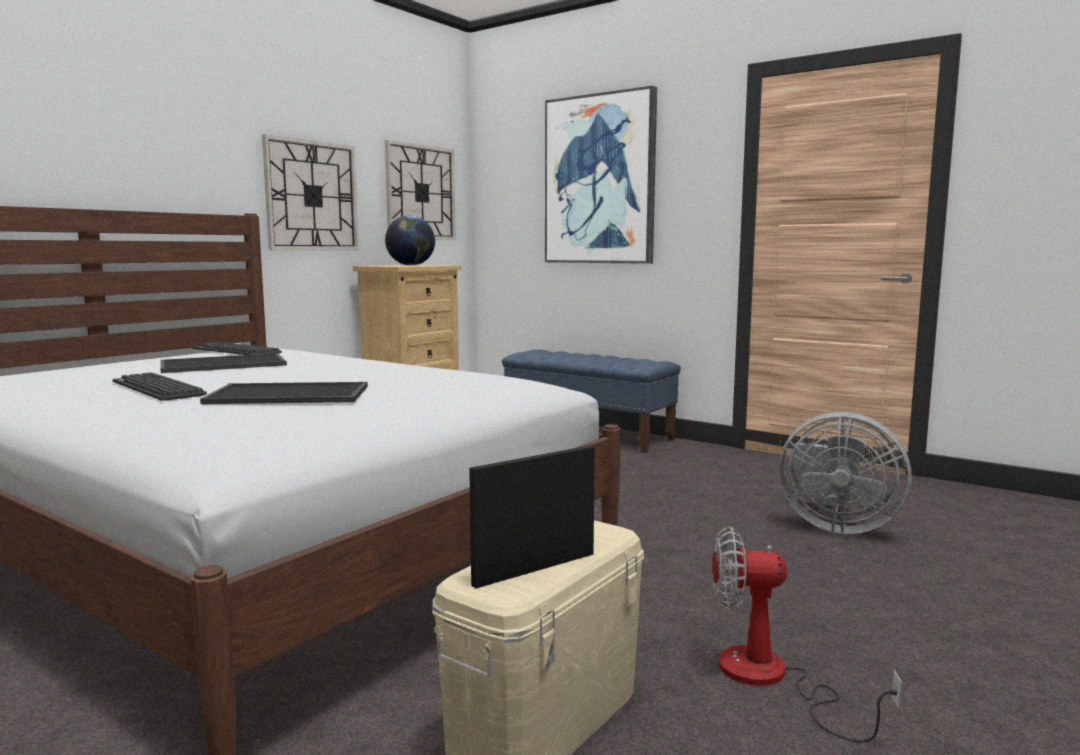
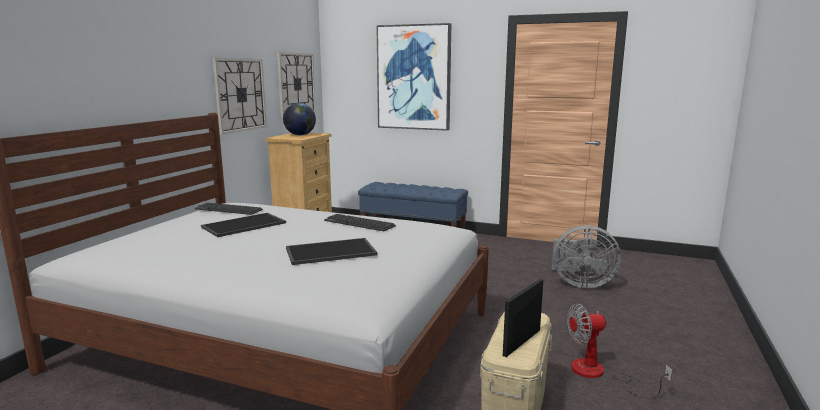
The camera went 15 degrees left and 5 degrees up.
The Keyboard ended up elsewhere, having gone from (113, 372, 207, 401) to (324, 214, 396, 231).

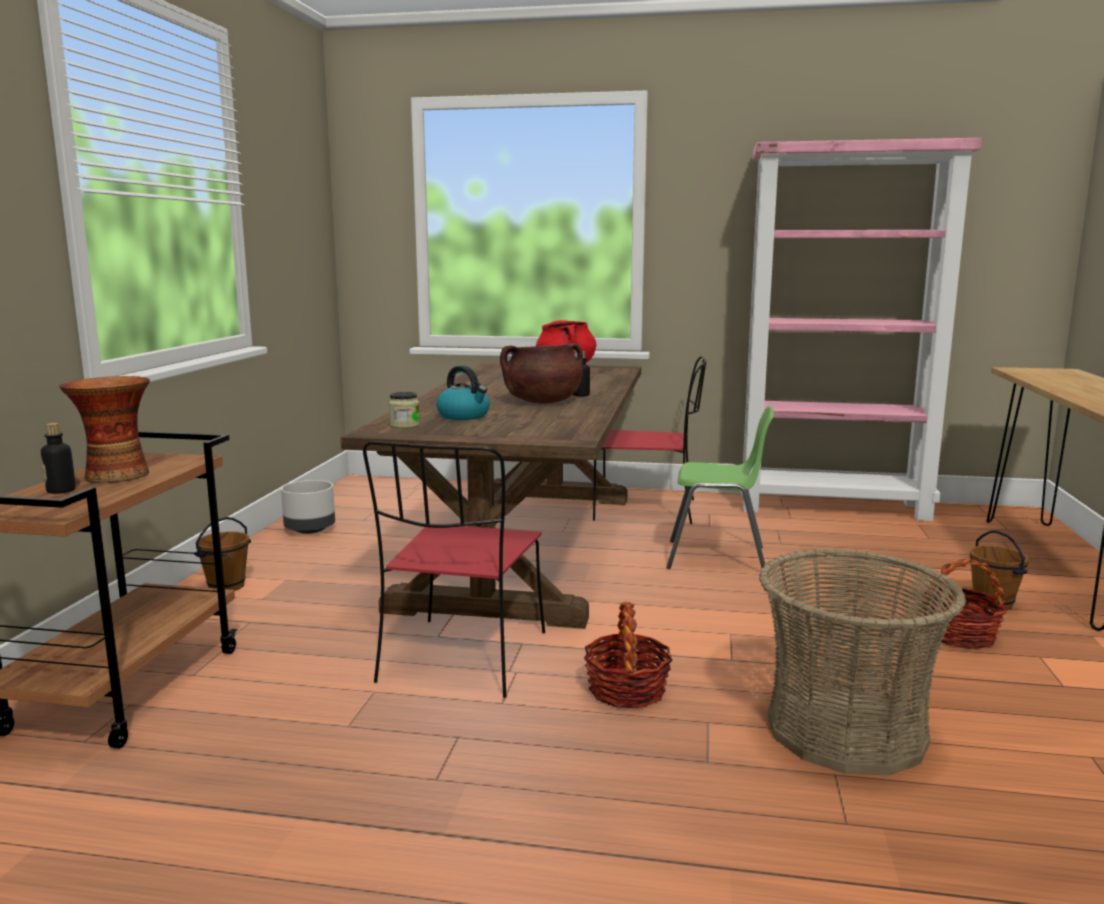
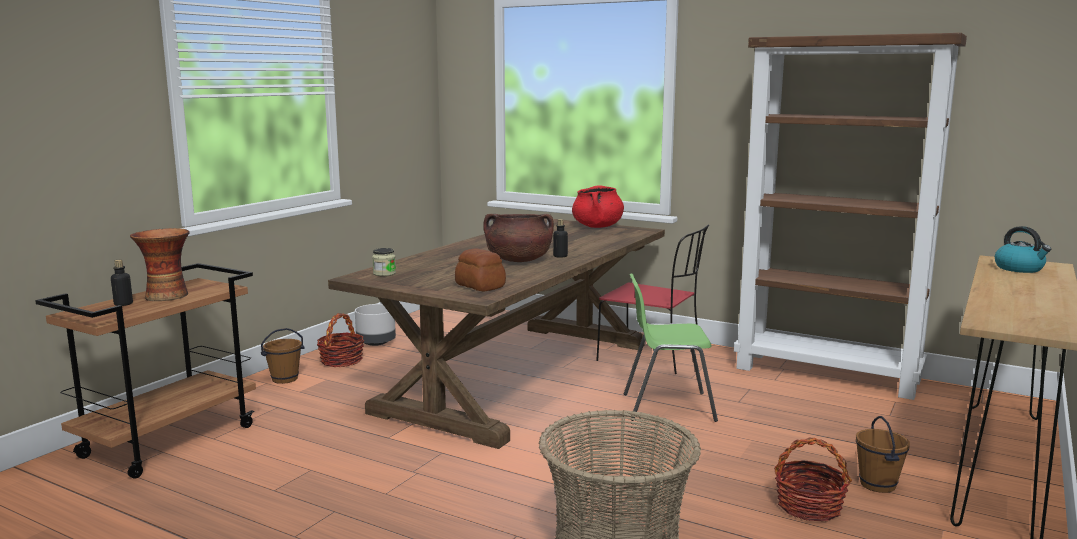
The camera went 20 degrees right and 0 degrees up.
What was the PinkColouredBookshelf at (741, 138, 982, 521) turned into the BrownishBookshelf at (734, 33, 967, 400).
The Kettle ended up elsewhere, having gone from (436, 365, 490, 420) to (995, 226, 1051, 273).
The GreenishPlainChair at (666, 406, 774, 569) ended up facing another way, 150 degrees clockwise from before.
The second view lost the RedColouredPlainChair at (363, 441, 545, 698).
The Basket ended up elsewhere, having gone from (584, 602, 672, 708) to (317, 313, 364, 367).
The second view gained the BakeryBread at (455, 248, 506, 292).

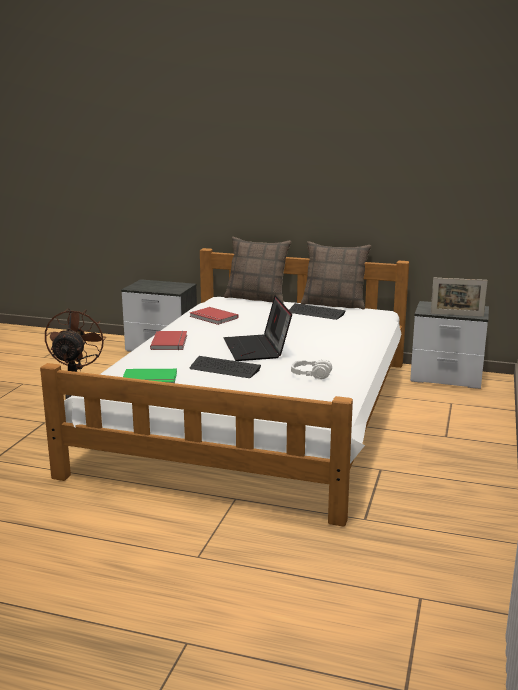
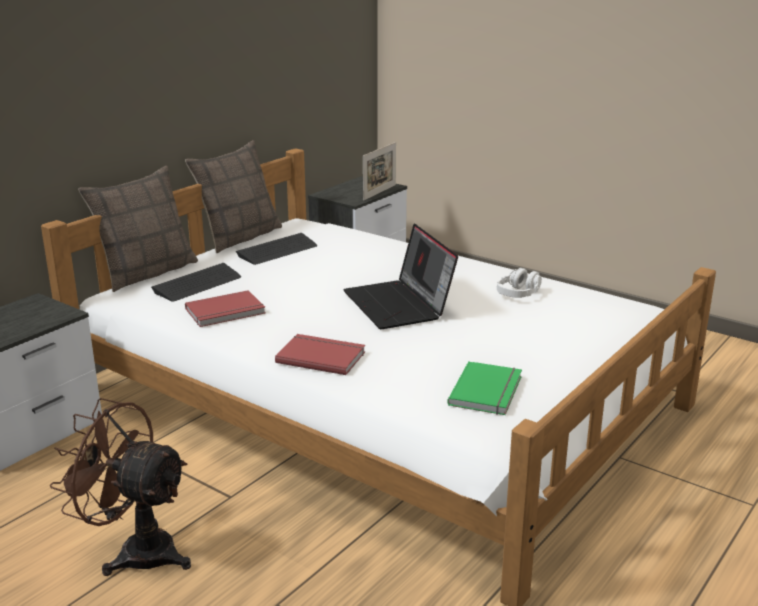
The camera went 70 degrees left and 5 degrees up.
The PortableComputer at (223, 295, 292, 361) ended up facing another way, 60 degrees clockwise from before.
The Keyboard ended up elsewhere, having gone from (190, 356, 261, 378) to (151, 263, 241, 302).

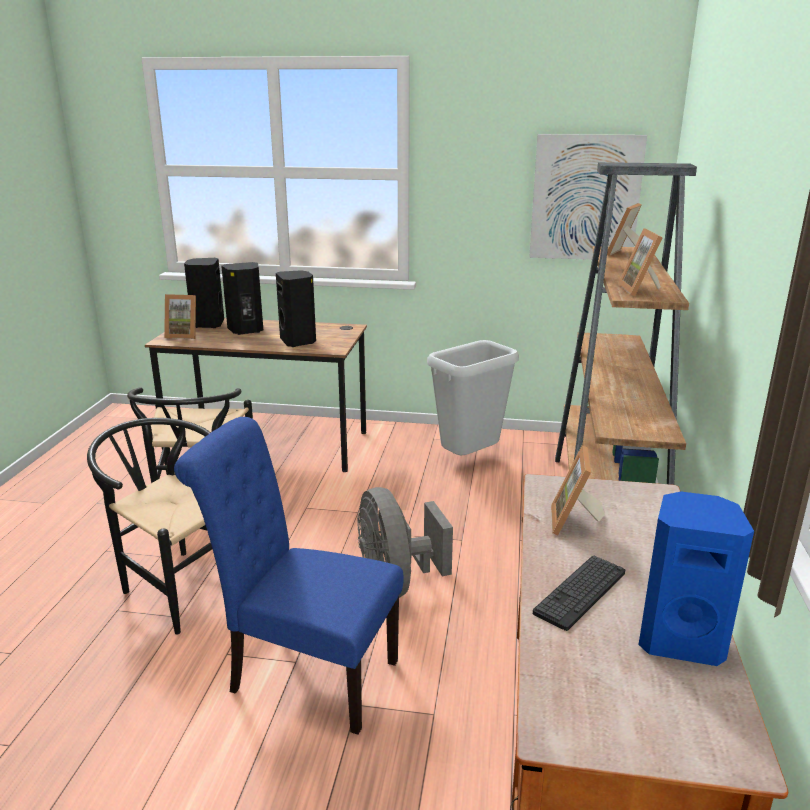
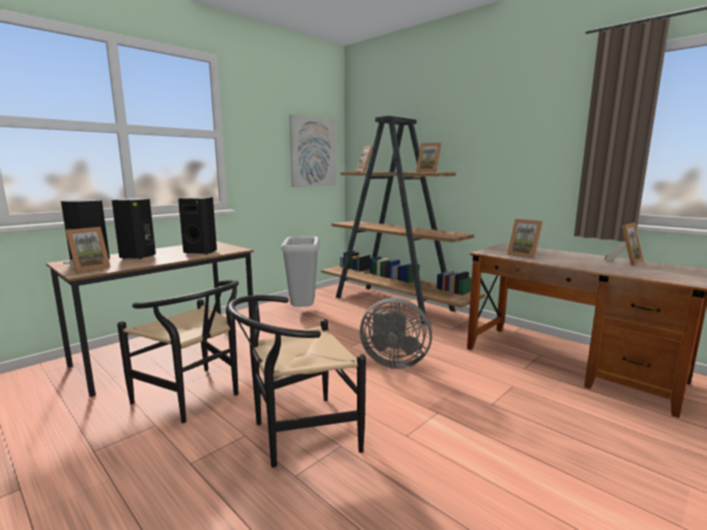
The camera went 55 degrees left and 10 degrees down.
The second view lost the BluishPlainChair at (174, 417, 404, 735).
Where the BluishLoudspeaker stood at (639, 492, 754, 666), the StandingFrame came to stand at (604, 223, 644, 266).
The second view lost the Keyboard at (533, 556, 625, 631).

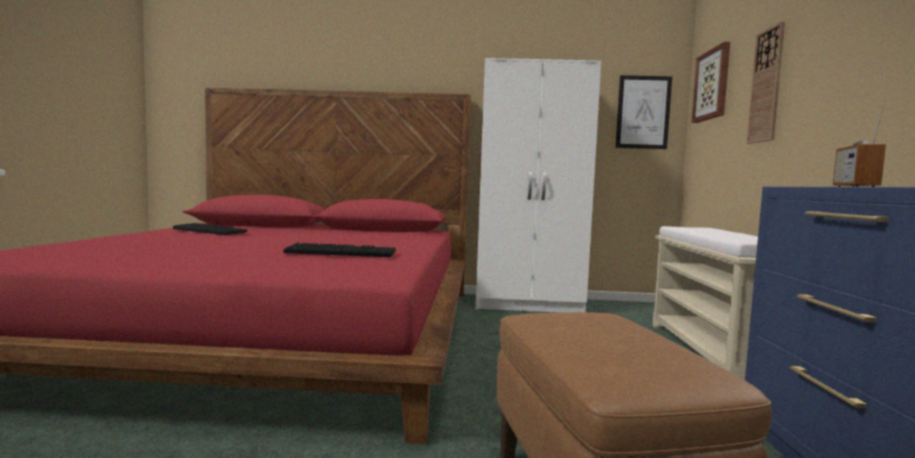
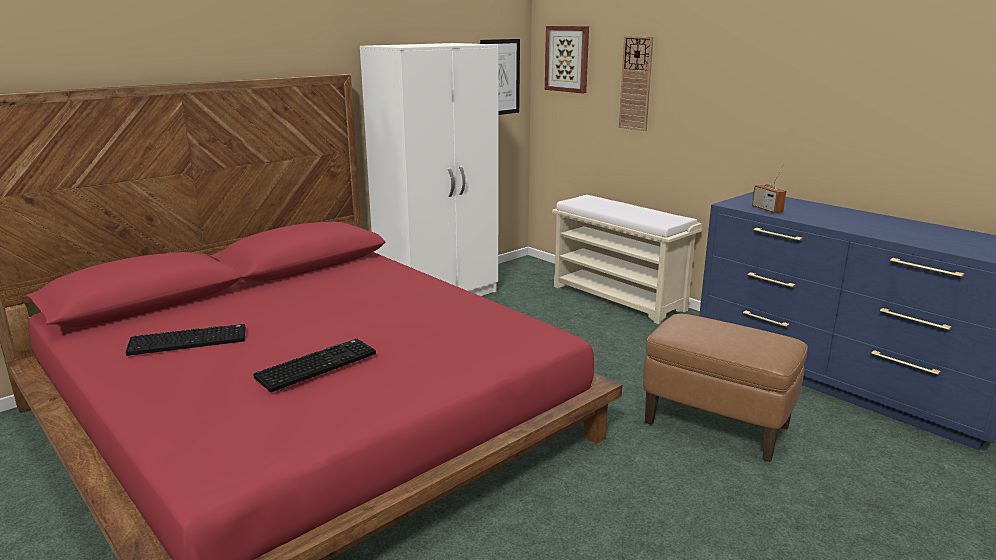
The camera went 45 degrees left and 15 degrees up.
The Keyboard ended up elsewhere, having gone from (283, 243, 396, 257) to (253, 339, 376, 392).

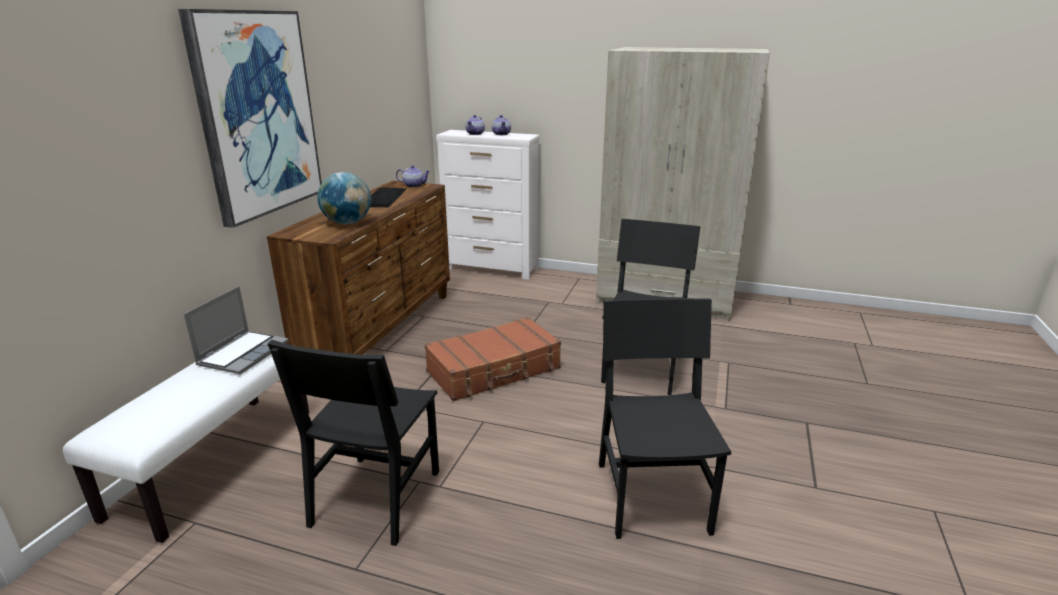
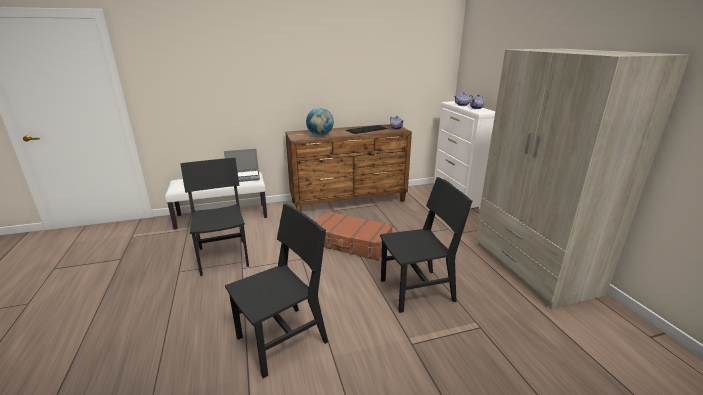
The camera went 55 degrees right and 0 degrees up.
The second view lost the Picture at (178, 9, 322, 228).
The BlackPlainChair at (267, 340, 439, 546) ended up facing another way, 90 degrees clockwise from before.

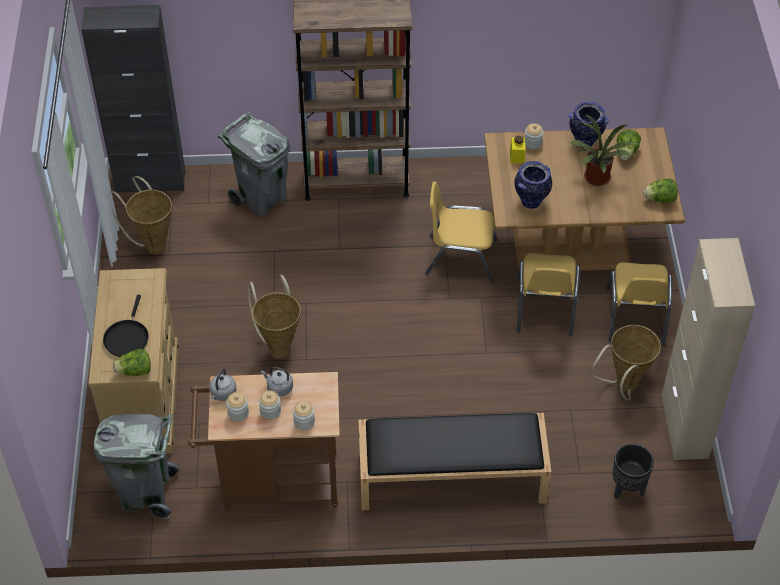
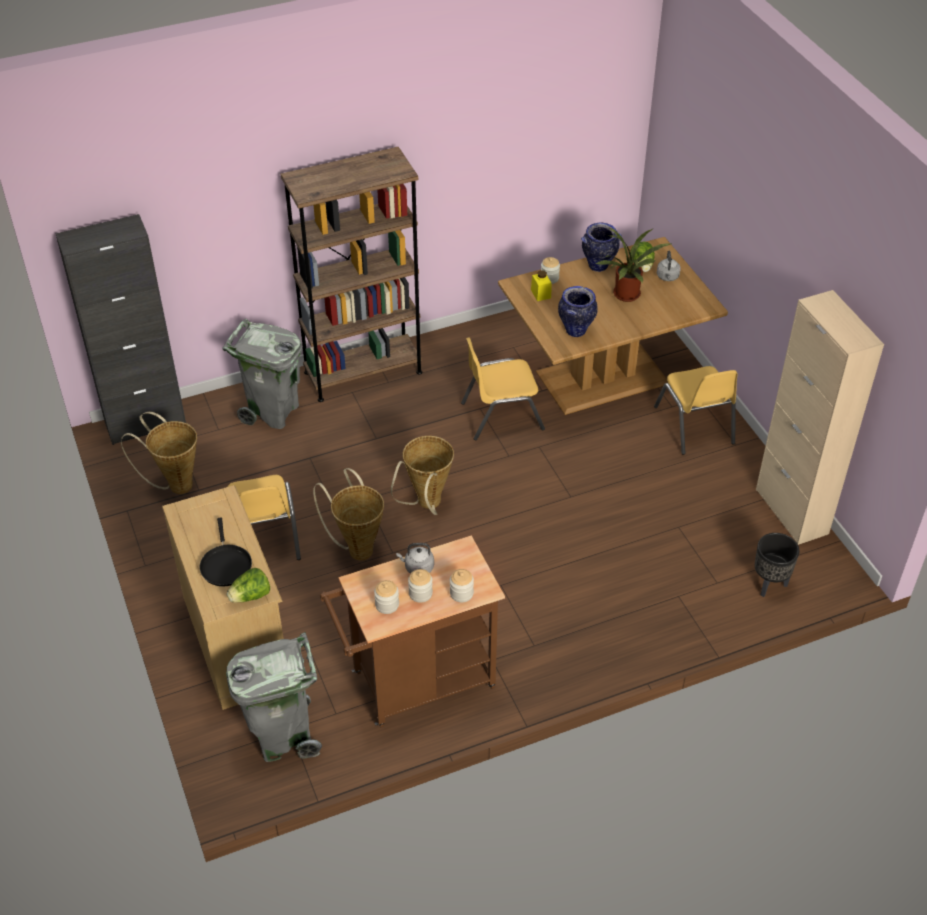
The camera went 20 degrees left and 5 degrees down.
The second view lost the Lettuce at (643, 179, 678, 203).
The YellowColouredPlainChair ended up elsewhere, having gone from (517, 253, 580, 336) to (228, 475, 301, 560).
The Basket ended up elsewhere, having gone from (591, 325, 661, 401) to (391, 436, 454, 515).
The GreyKettle ended up elsewhere, having gone from (210, 368, 236, 401) to (657, 251, 681, 281).
The second view lost the BlackIndoorBench at (358, 413, 551, 510).

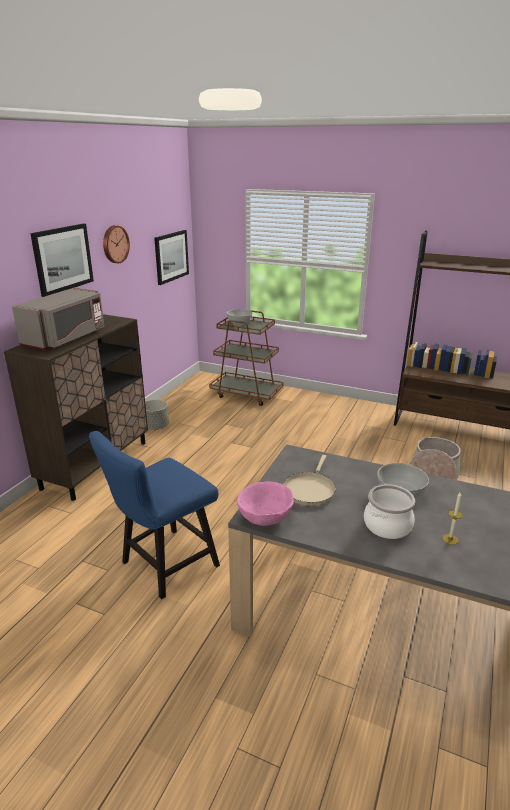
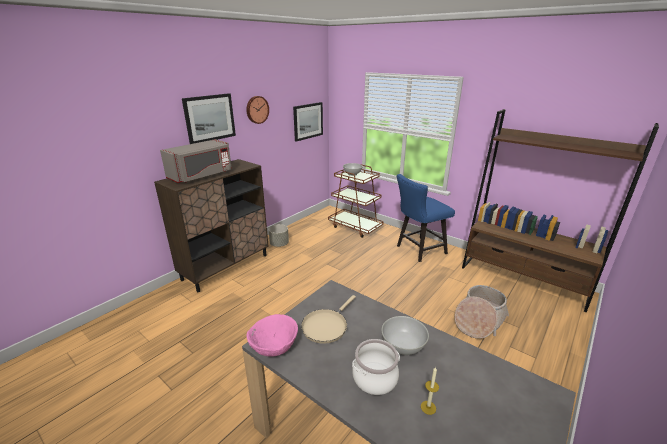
The camera went 15 degrees right and 0 degrees up.
The BluishPlainChair ended up elsewhere, having gone from (89, 431, 220, 599) to (397, 174, 455, 262).

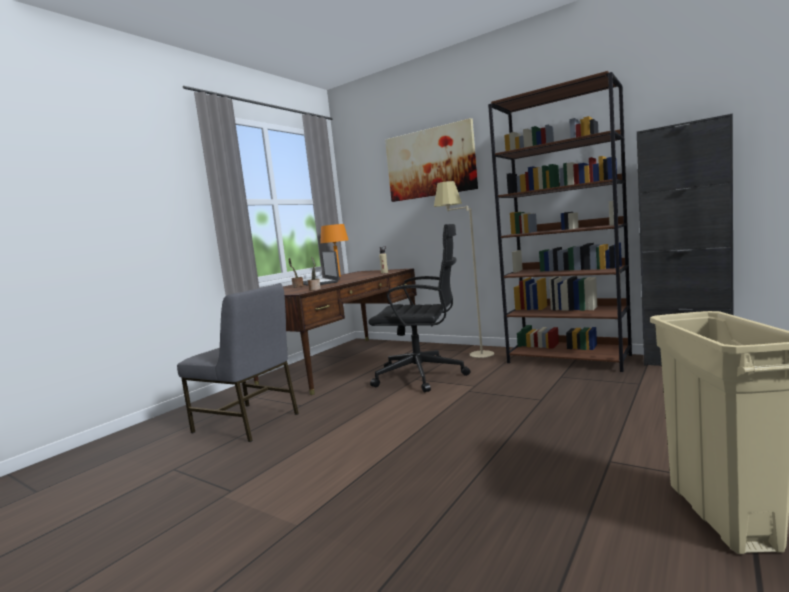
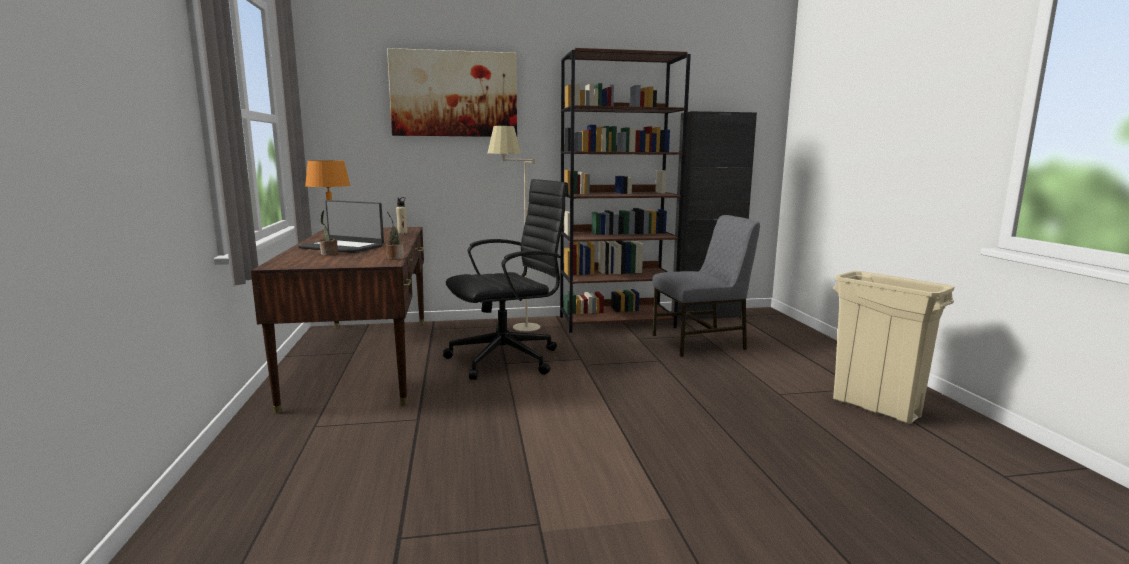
The camera went 45 degrees left and 5 degrees up.
The GreyPlainChair ended up elsewhere, having gone from (177, 283, 299, 442) to (652, 215, 760, 357).

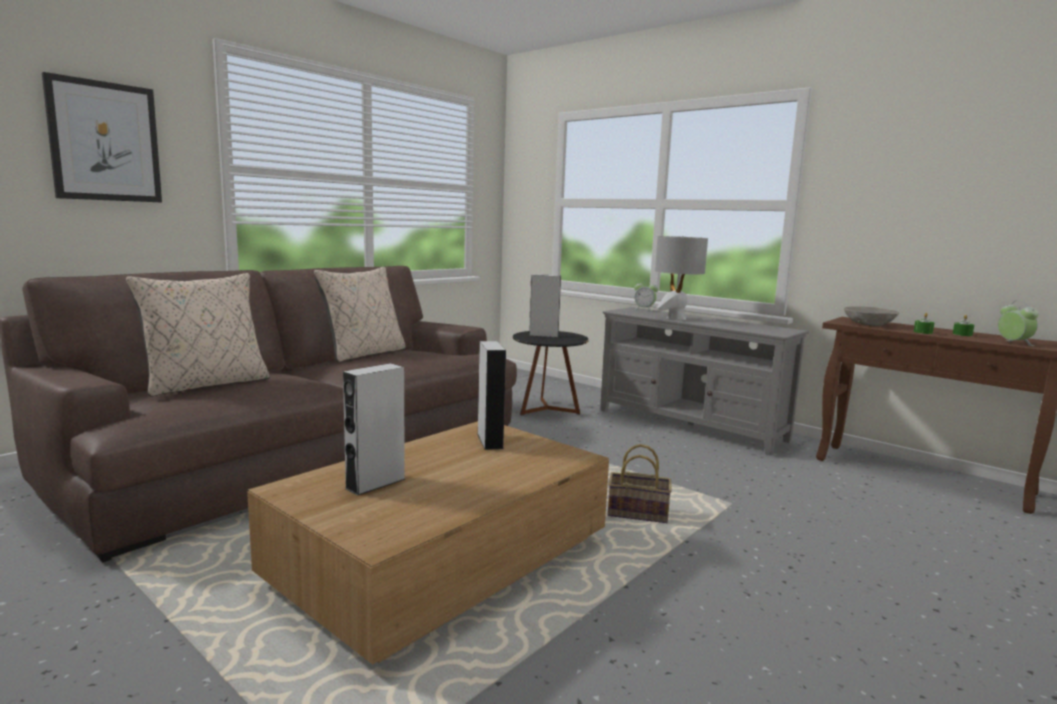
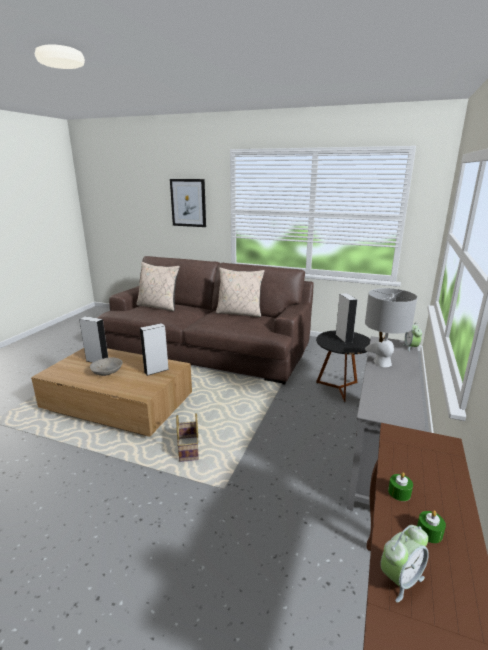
The camera went 70 degrees right and 10 degrees up.
The GreyServingBowl ended up elsewhere, having gone from (844, 306, 899, 326) to (90, 357, 123, 376).

